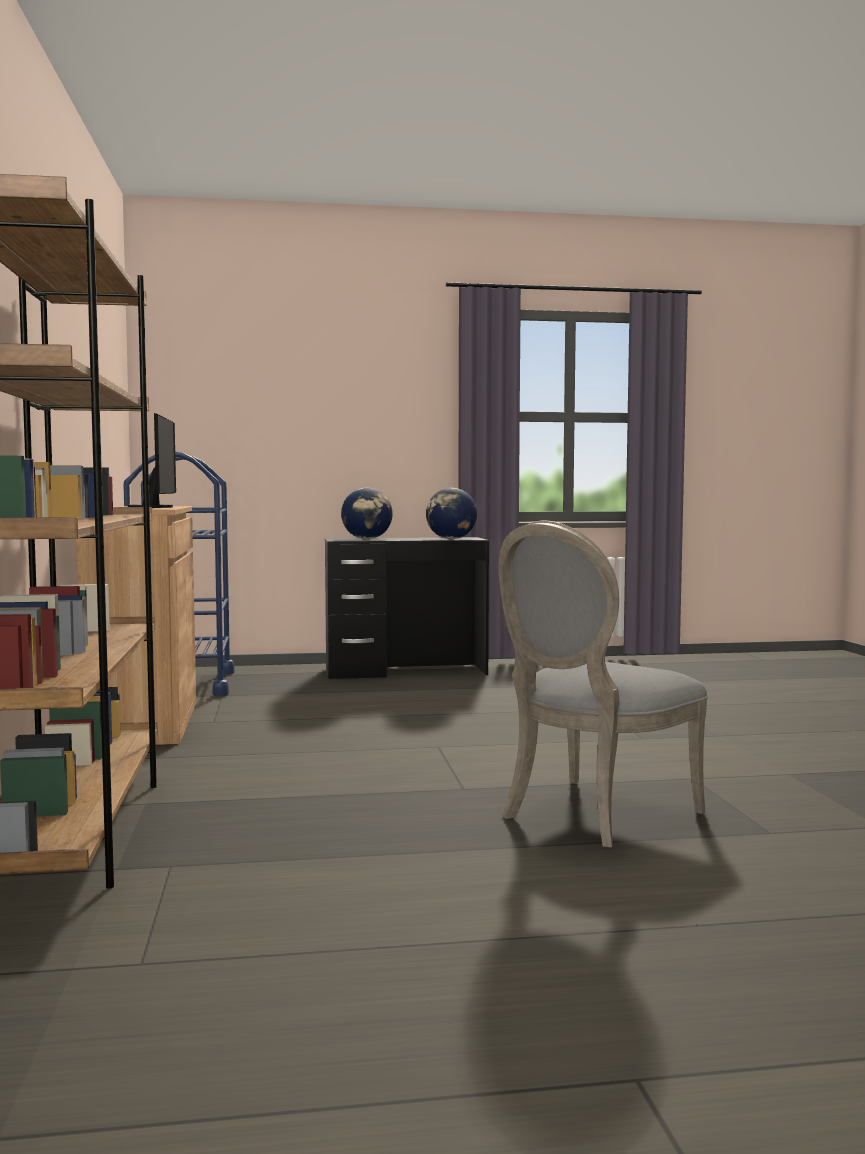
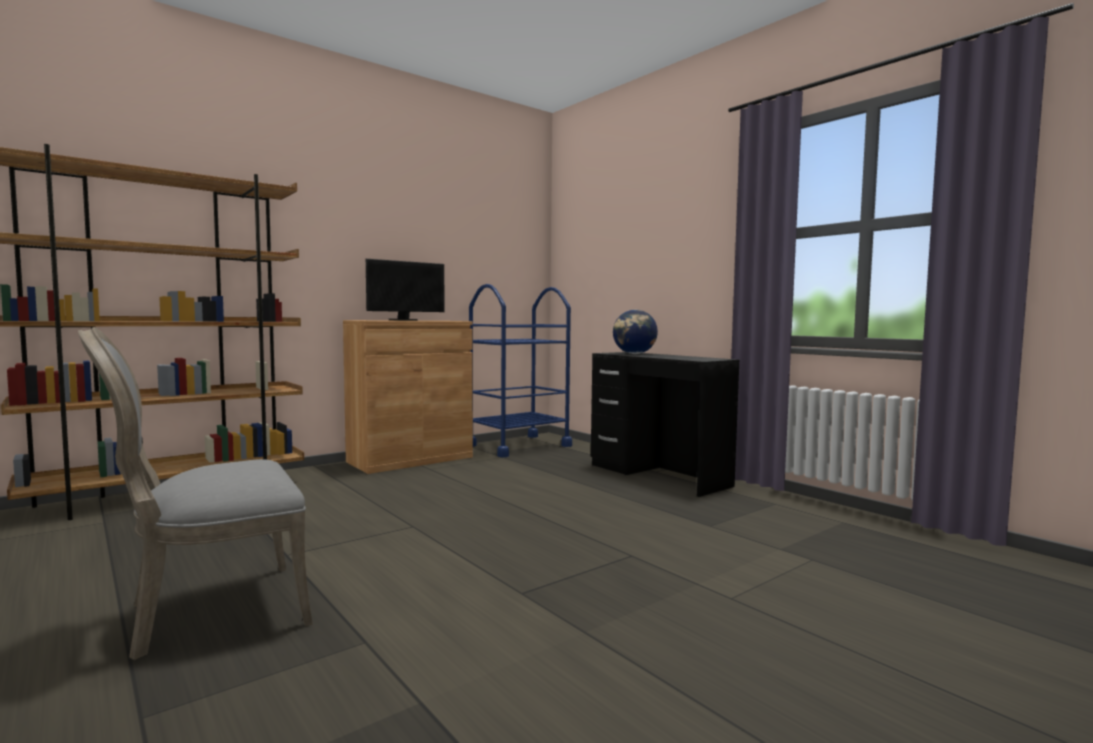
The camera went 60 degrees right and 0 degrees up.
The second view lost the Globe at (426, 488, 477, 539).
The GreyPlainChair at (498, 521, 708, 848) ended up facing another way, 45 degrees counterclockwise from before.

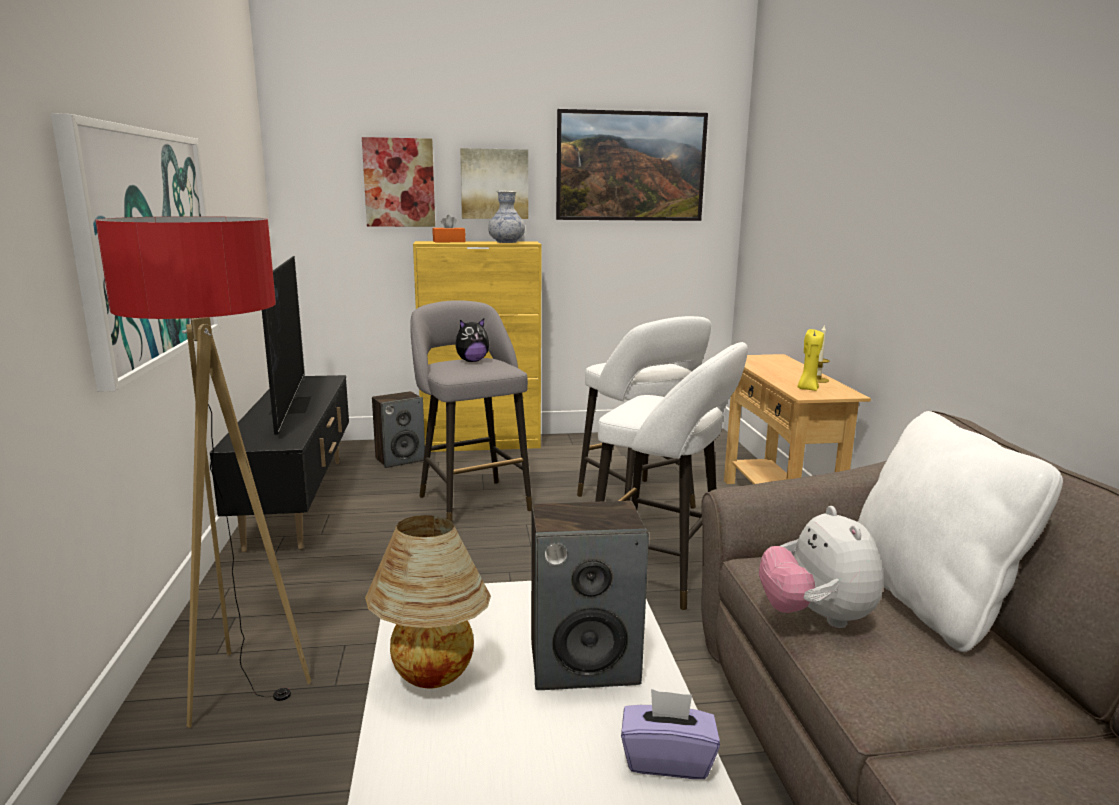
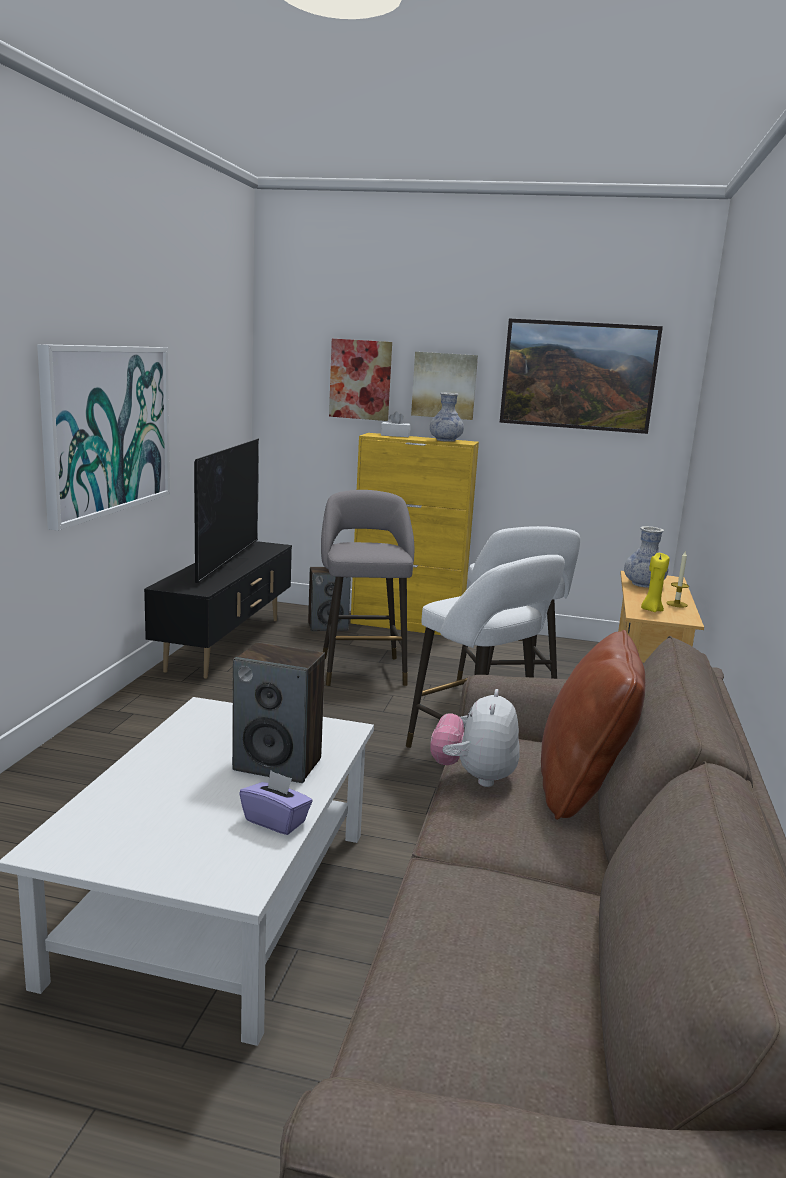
The camera went 20 degrees right and 0 degrees up.
What was the OrangeTissueBox at (433, 215, 465, 242) turned into the WhitishTissueBox at (381, 412, 410, 437).
The second view lost the StandardLamp at (96, 216, 311, 728).
The second view lost the SoftToy at (455, 319, 489, 362).
What was the WhitishCushion at (858, 411, 1063, 652) turned into the BrownishCushion at (541, 630, 645, 820).
The second view lost the TabletopLamp at (365, 515, 491, 688).
The second view gained the FlowerVase at (624, 526, 668, 588).

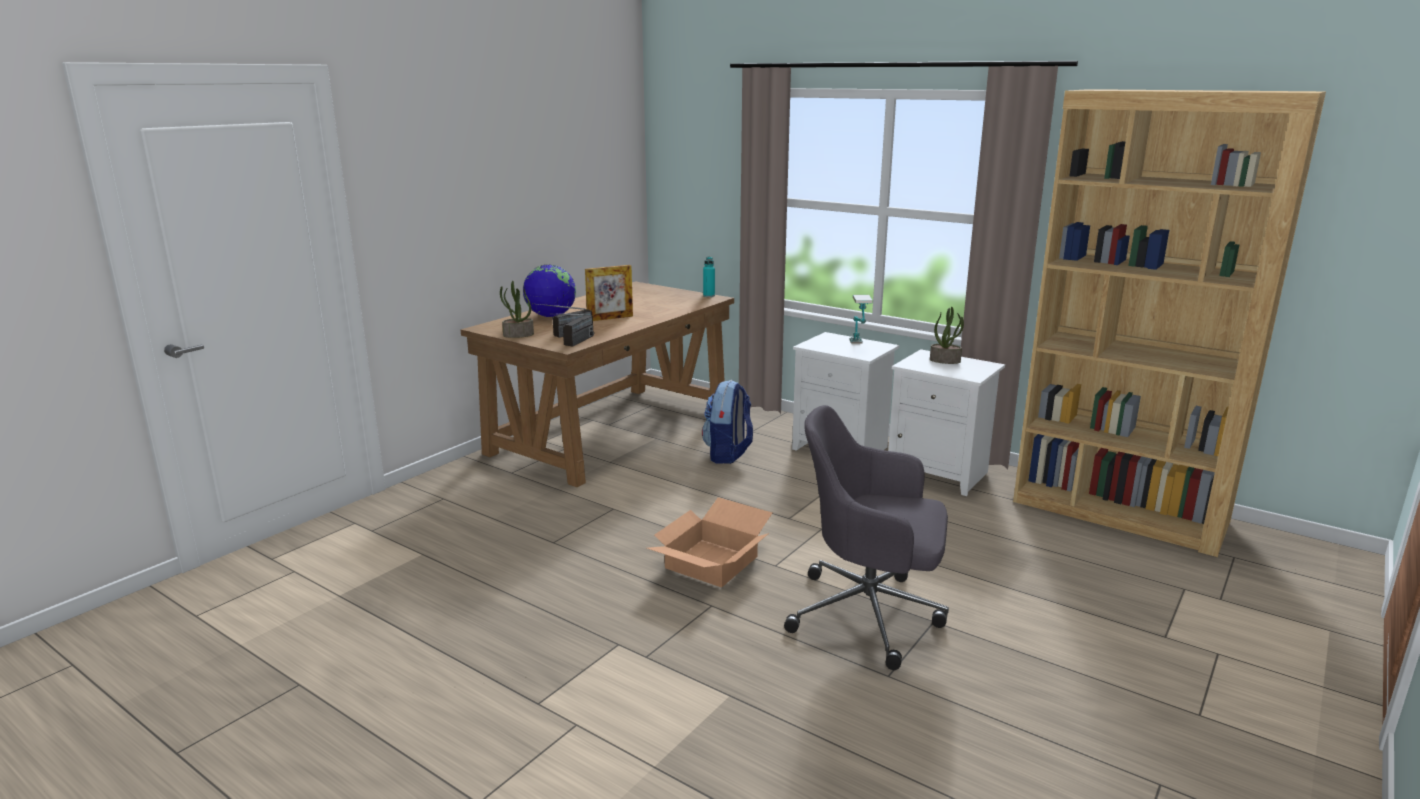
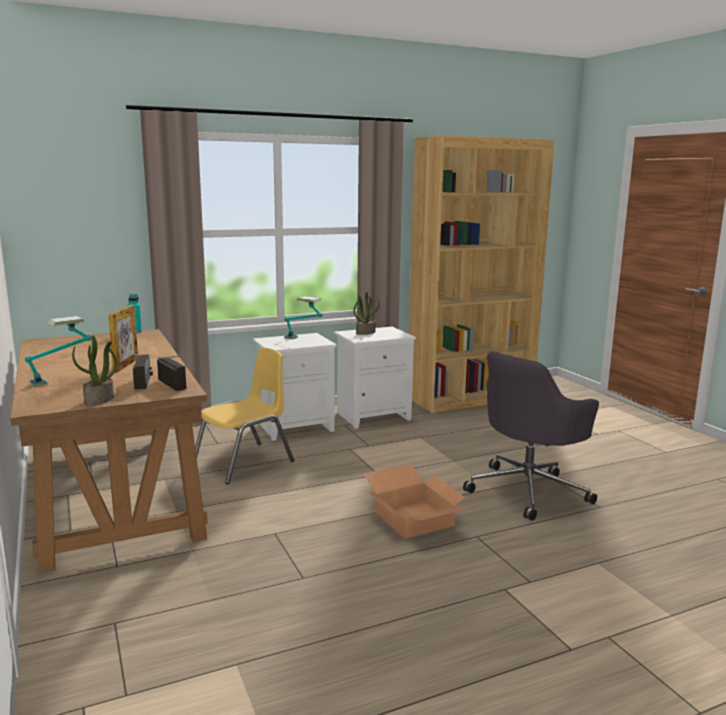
The camera went 60 degrees left and 5 degrees down.
Where the Globe stood at (523, 264, 576, 317), the TabletopLamp came to stand at (25, 316, 92, 387).
Where the Backpack stood at (702, 380, 753, 464), the YellowColouredPlainChair came to stand at (195, 348, 294, 484).

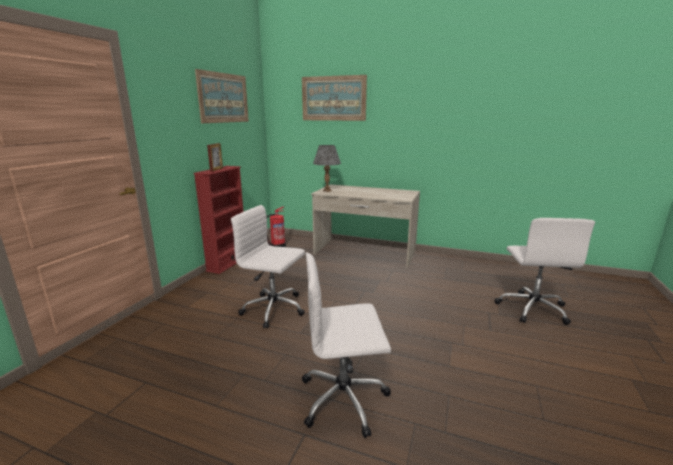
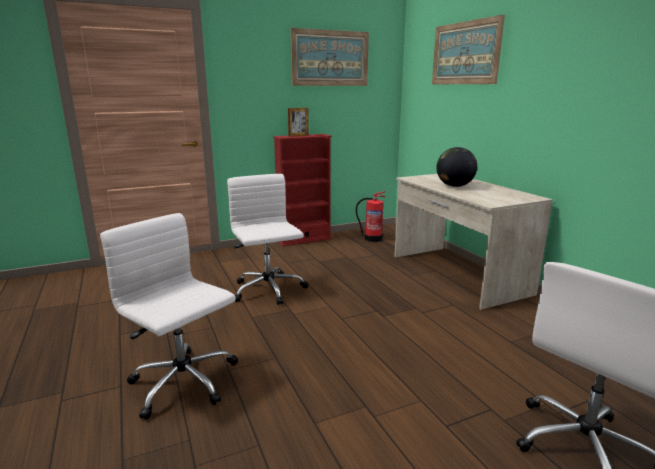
The camera went 45 degrees right and 0 degrees up.
The second view lost the GreyTabletopLamp at (313, 145, 341, 192).
The second view gained the Globe at (436, 147, 477, 187).

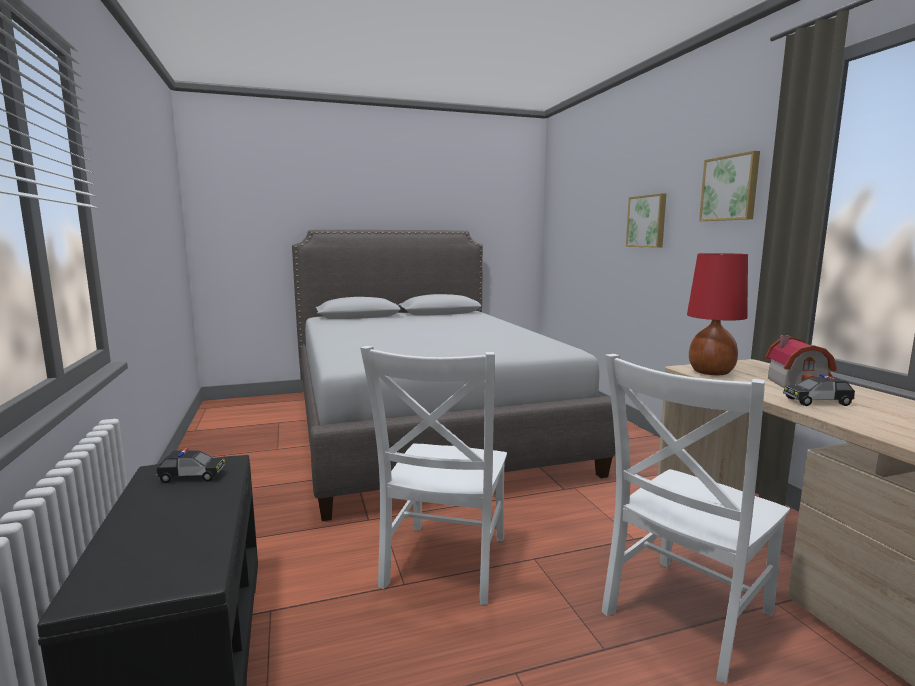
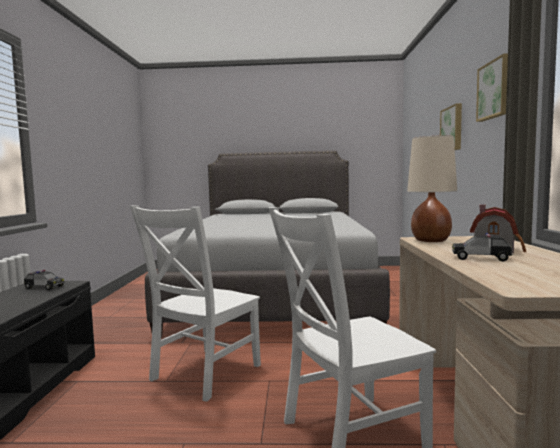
The camera went 20 degrees right and 5 degrees down.
What was the RedColouredTabletopLamp at (687, 253, 748, 375) turned into the SandColouredTabletopLamp at (407, 135, 457, 242).

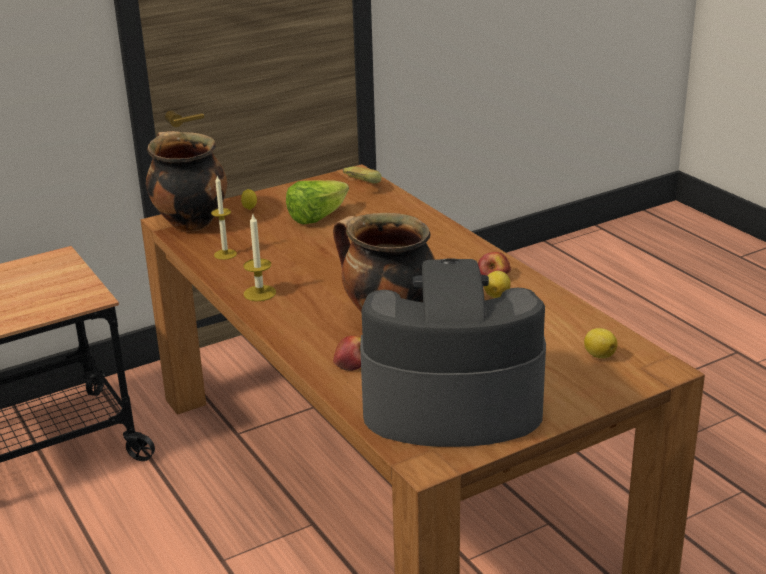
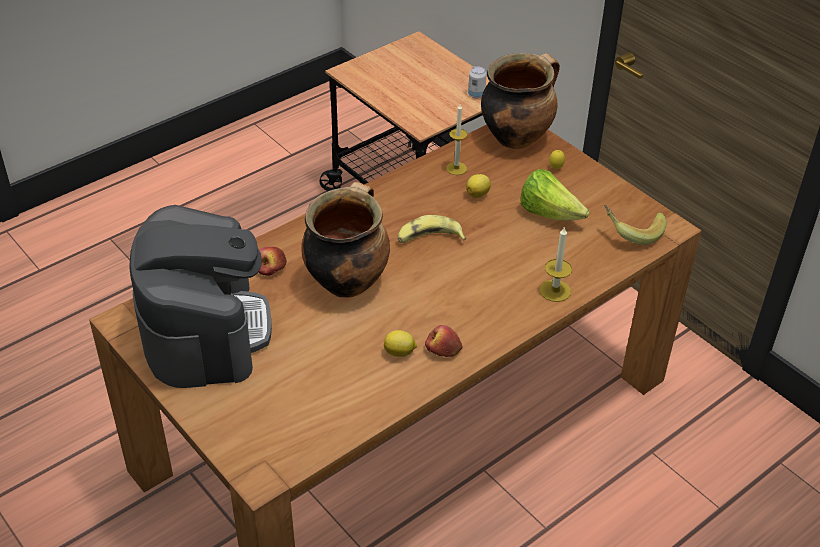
The camera went 80 degrees right and 15 degrees up.
The WaxLight ended up elsewhere, having gone from (243, 214, 276, 301) to (540, 226, 572, 302).
The CitrusFruit ended up elsewhere, having gone from (584, 328, 617, 358) to (466, 174, 491, 198).
The second view gained the Can at (468, 66, 487, 98).
The second view gained the WholeBanana at (398, 215, 466, 243).

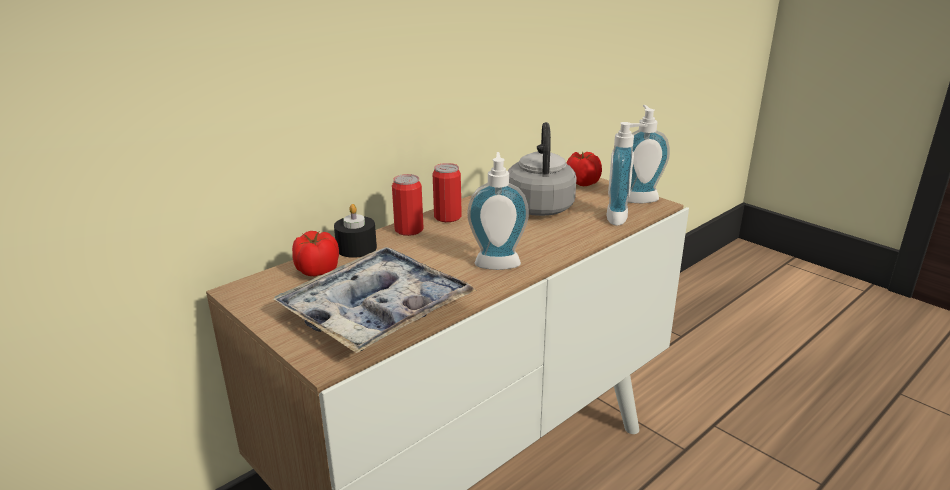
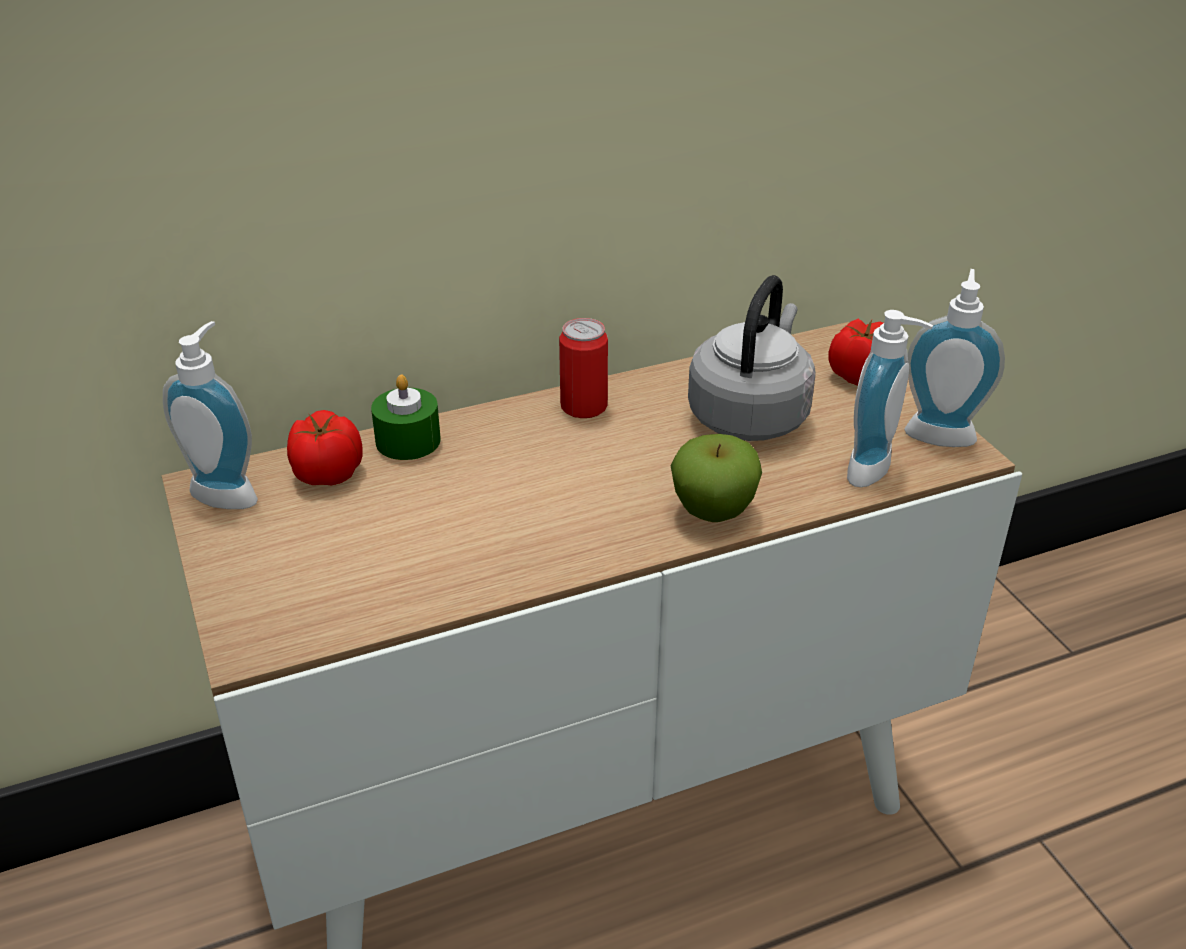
The camera went 20 degrees right and 10 degrees up.
The SoapDispenser ended up elsewhere, having gone from (467, 152, 529, 270) to (163, 321, 258, 509).
The second view lost the Can at (392, 174, 424, 236).
What was the BlackWaxLight at (334, 204, 377, 258) turned into the GreenishWaxLight at (371, 374, 441, 460).
The second view lost the Tray at (273, 247, 477, 353).
The second view gained the Apple at (671, 434, 762, 522).

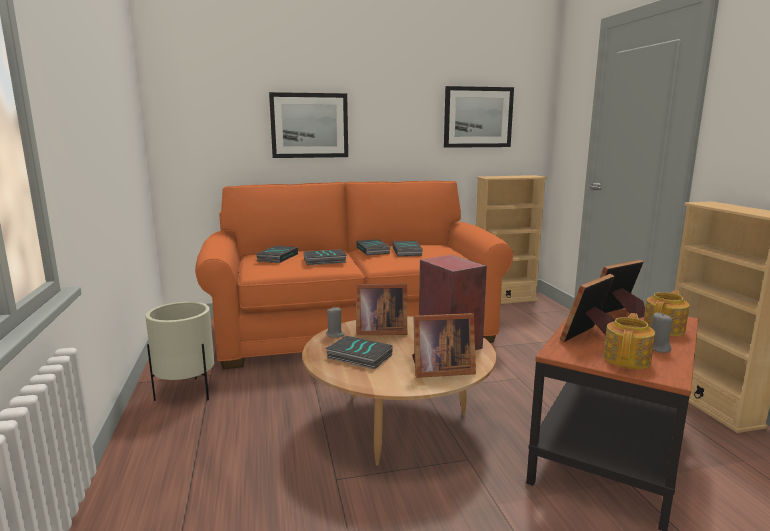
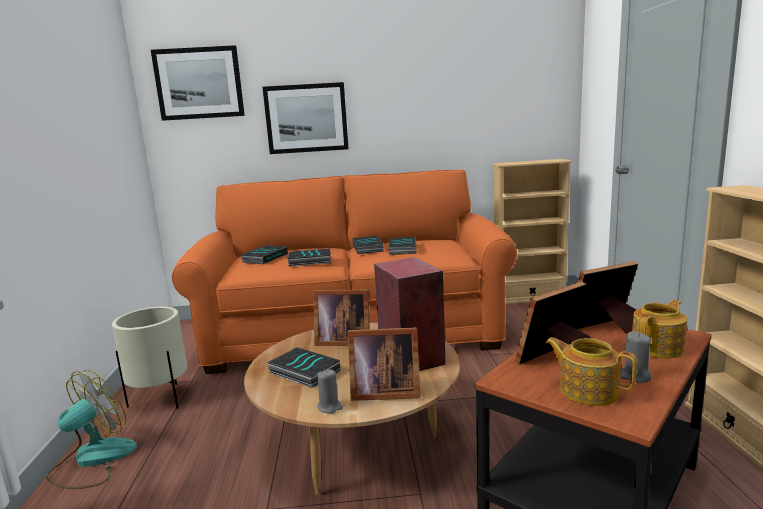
The camera went 10 degrees right and 0 degrees up.
The Picture ended up elsewhere, having gone from (444, 86, 514, 148) to (151, 45, 245, 121).
The GreyWaxLight ended up elsewhere, having gone from (326, 307, 345, 338) to (317, 369, 343, 414).
The PotForTea at (603, 313, 655, 369) ended up facing another way, 90 degrees counterclockwise from before.
The second view gained the ElectricFan at (46, 370, 137, 489).

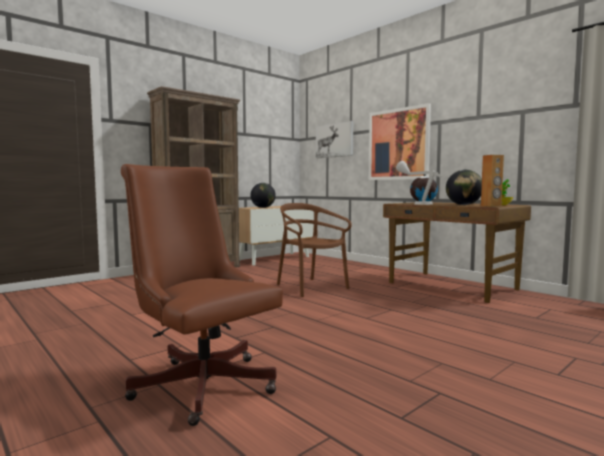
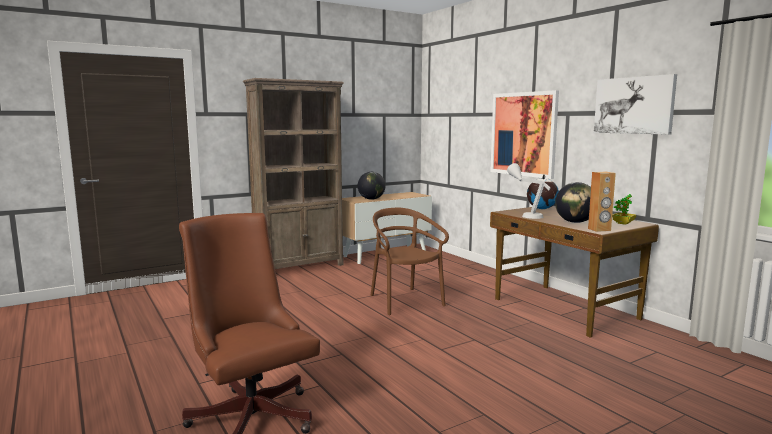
The camera went 10 degrees right and 5 degrees up.
The Picture ended up elsewhere, having gone from (316, 121, 353, 158) to (594, 74, 677, 135).

